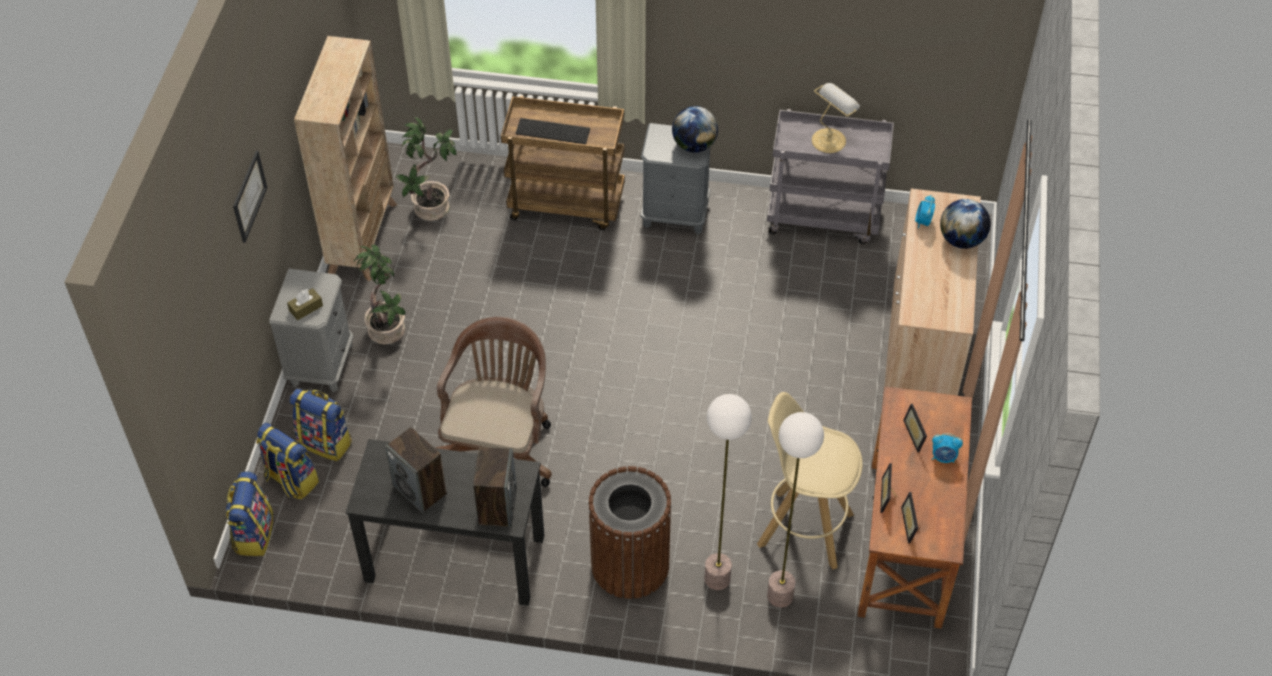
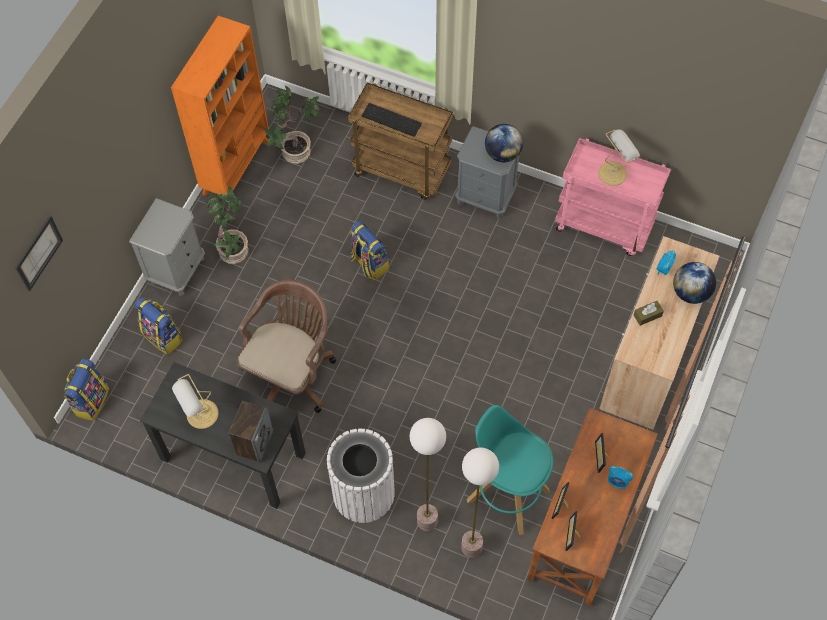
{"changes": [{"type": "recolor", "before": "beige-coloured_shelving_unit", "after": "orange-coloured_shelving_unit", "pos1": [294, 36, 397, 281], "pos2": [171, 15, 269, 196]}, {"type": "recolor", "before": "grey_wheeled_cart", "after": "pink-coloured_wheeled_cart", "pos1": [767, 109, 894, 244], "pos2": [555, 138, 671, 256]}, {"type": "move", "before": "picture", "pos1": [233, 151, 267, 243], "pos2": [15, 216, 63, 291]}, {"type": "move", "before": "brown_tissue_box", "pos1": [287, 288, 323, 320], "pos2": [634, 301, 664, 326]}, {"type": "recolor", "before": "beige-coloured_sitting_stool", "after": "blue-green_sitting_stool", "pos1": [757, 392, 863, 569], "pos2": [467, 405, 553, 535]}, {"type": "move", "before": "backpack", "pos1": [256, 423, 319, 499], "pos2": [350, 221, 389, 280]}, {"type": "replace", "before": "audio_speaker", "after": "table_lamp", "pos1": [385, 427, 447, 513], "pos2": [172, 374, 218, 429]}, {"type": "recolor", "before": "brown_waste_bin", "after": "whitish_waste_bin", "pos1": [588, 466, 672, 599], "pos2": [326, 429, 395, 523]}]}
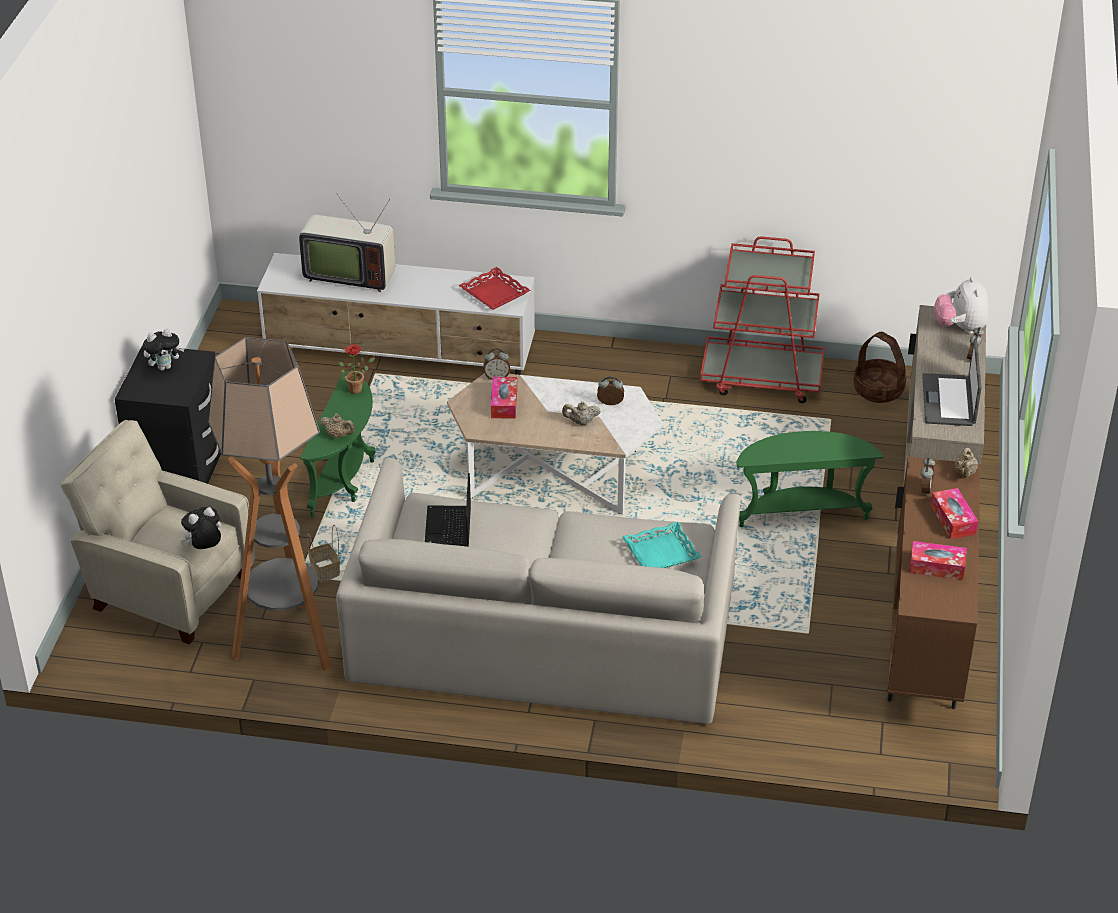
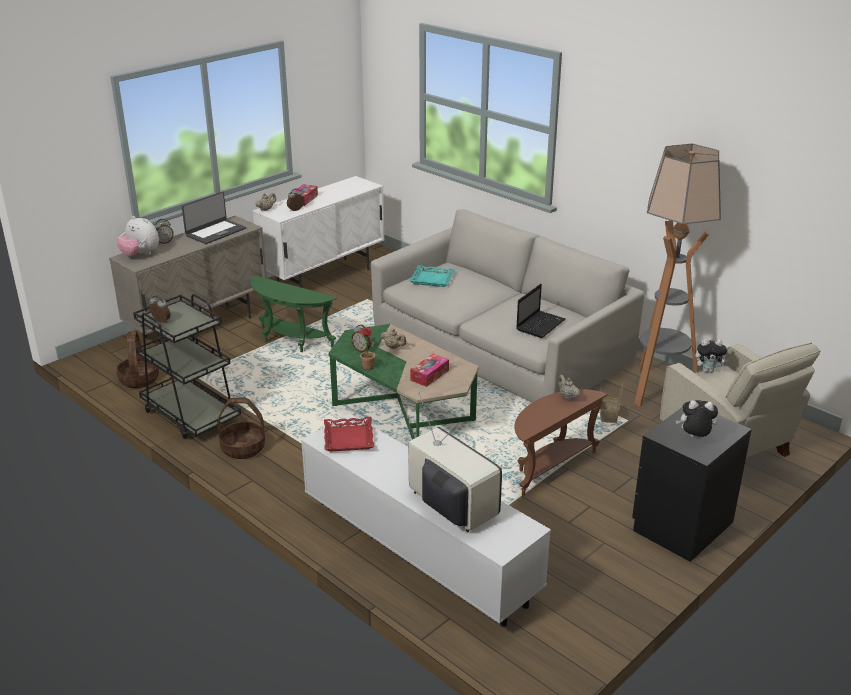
{"changes": [{"type": "recolor", "before": "red_wheeled_cart", "after": "black_wheeled_cart", "pos1": [700, 236, 825, 403], "pos2": [133, 294, 241, 439]}, {"type": "rotate", "before": "plush_toy", "pos1": [934, 277, 989, 334], "pos2": [117, 216, 159, 257], "turn": 90}, {"type": "move", "before": "houseplant", "pos1": [338, 345, 375, 394], "pos2": [351, 328, 376, 370]}, {"type": "move", "before": "alarm_clock", "pos1": [483, 348, 510, 380], "pos2": [149, 295, 171, 323]}, {"type": "recolor", "before": "green_accent_table", "after": "brown_accent_table", "pos1": [300, 371, 376, 518], "pos2": [514, 389, 607, 496]}, {"type": "recolor", "before": "whitish_coffee_table", "after": "green_coffee_table", "pos1": [447, 373, 663, 515], "pos2": [328, 324, 479, 439]}, {"type": "recolor", "before": "brown_storage_cabinet", "after": "whitish_storage_cabinet", "pos1": [887, 457, 980, 709], "pos2": [253, 176, 385, 288]}, {"type": "delete", "before": "tissue_box", "pos1": [909, 541, 967, 580]}, {"type": "insert", "after": "household_basket", "pos2": [217, 397, 265, 459]}]}
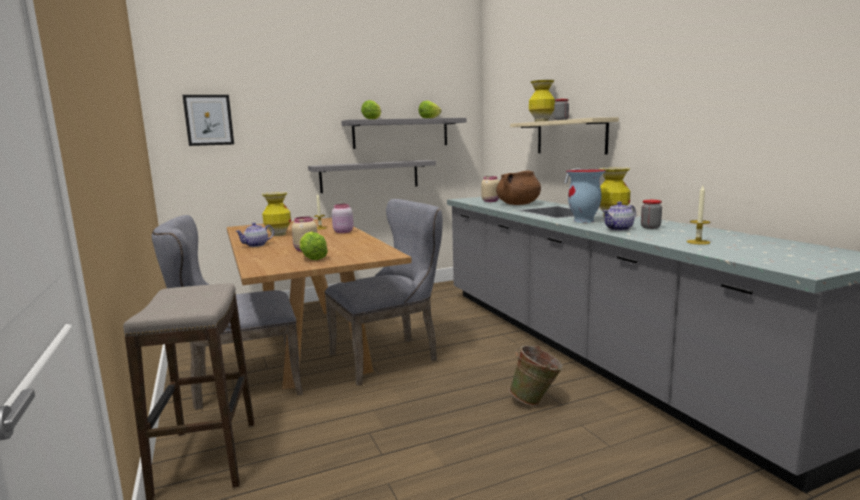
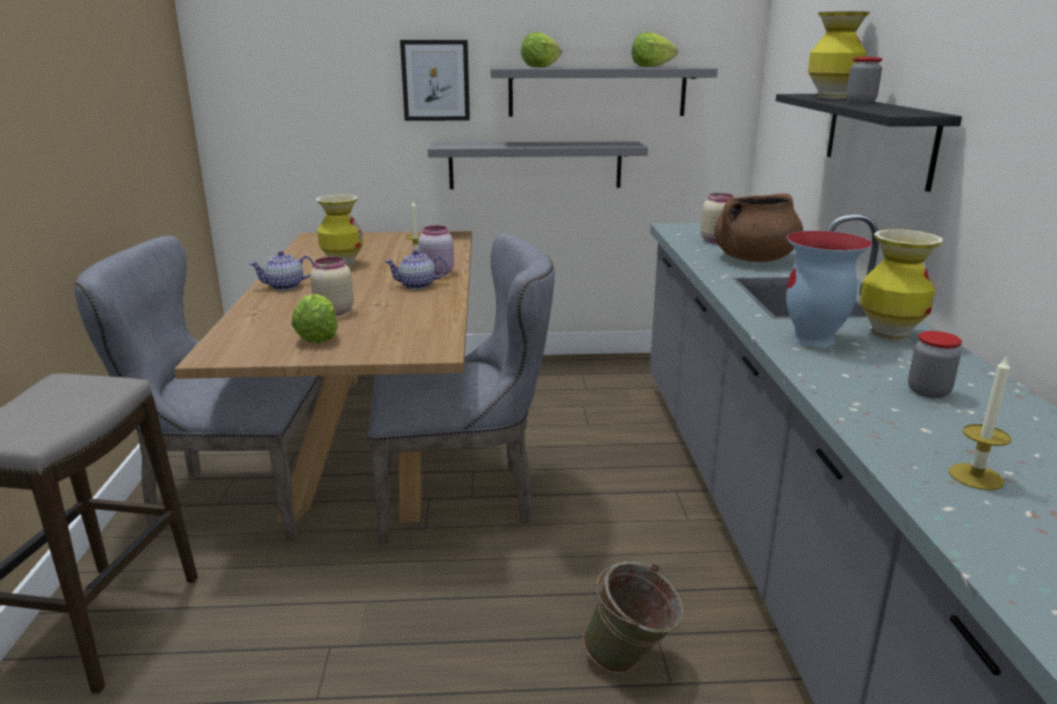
{"changes": [{"type": "move", "before": "picture", "pos1": [182, 95, 234, 146], "pos2": [400, 40, 470, 121]}, {"type": "recolor", "before": "beige-coloured_bracket_shelf", "after": "black_bracket_shelf", "pos1": [510, 117, 619, 155], "pos2": [776, 94, 962, 192]}, {"type": "move", "before": "pot_for_tea", "pos1": [603, 201, 636, 231], "pos2": [385, 250, 448, 289]}]}
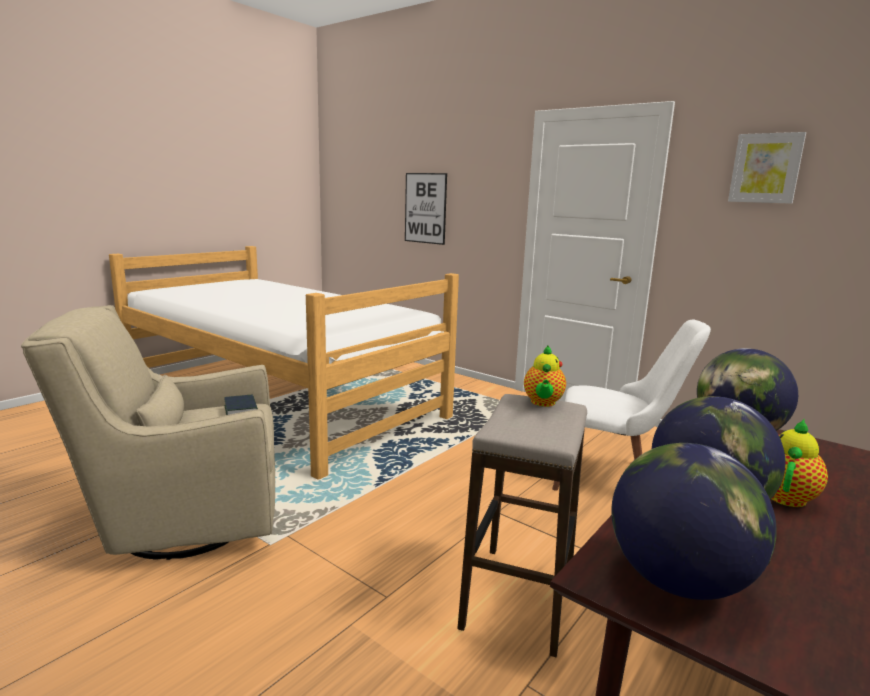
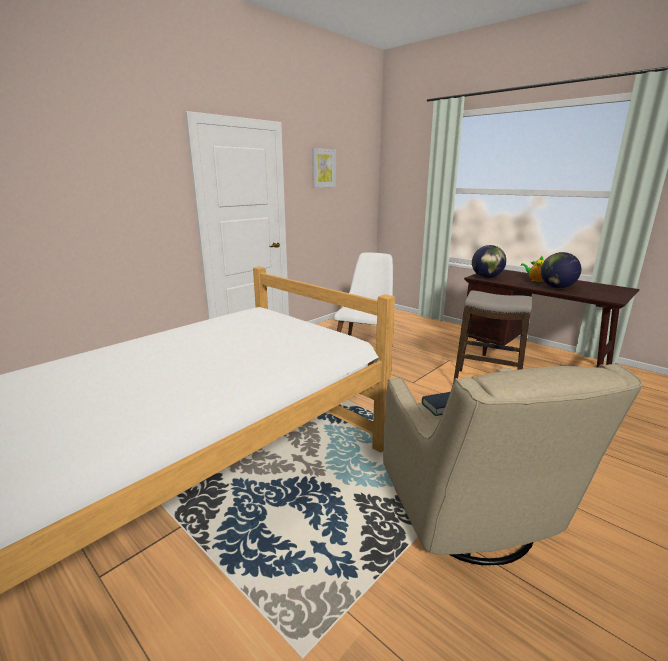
{"changes": [{"type": "delete", "before": "picture", "pos1": [405, 173, 447, 245]}, {"type": "delete", "before": "pot_for_tea", "pos1": [524, 346, 566, 407]}, {"type": "delete", "before": "world_globe", "pos1": [611, 443, 777, 600]}]}
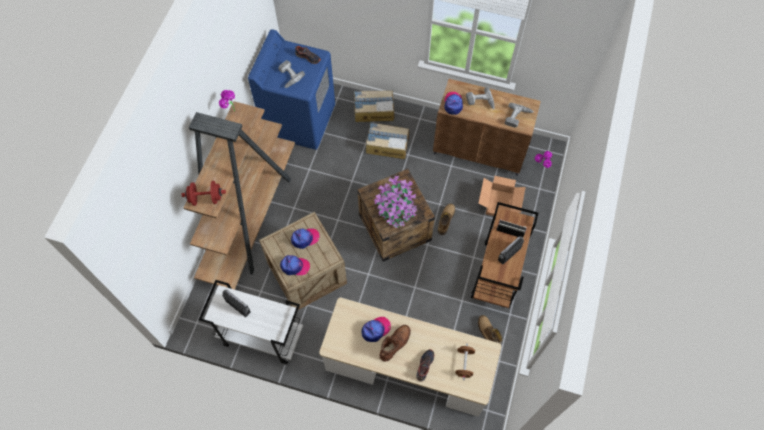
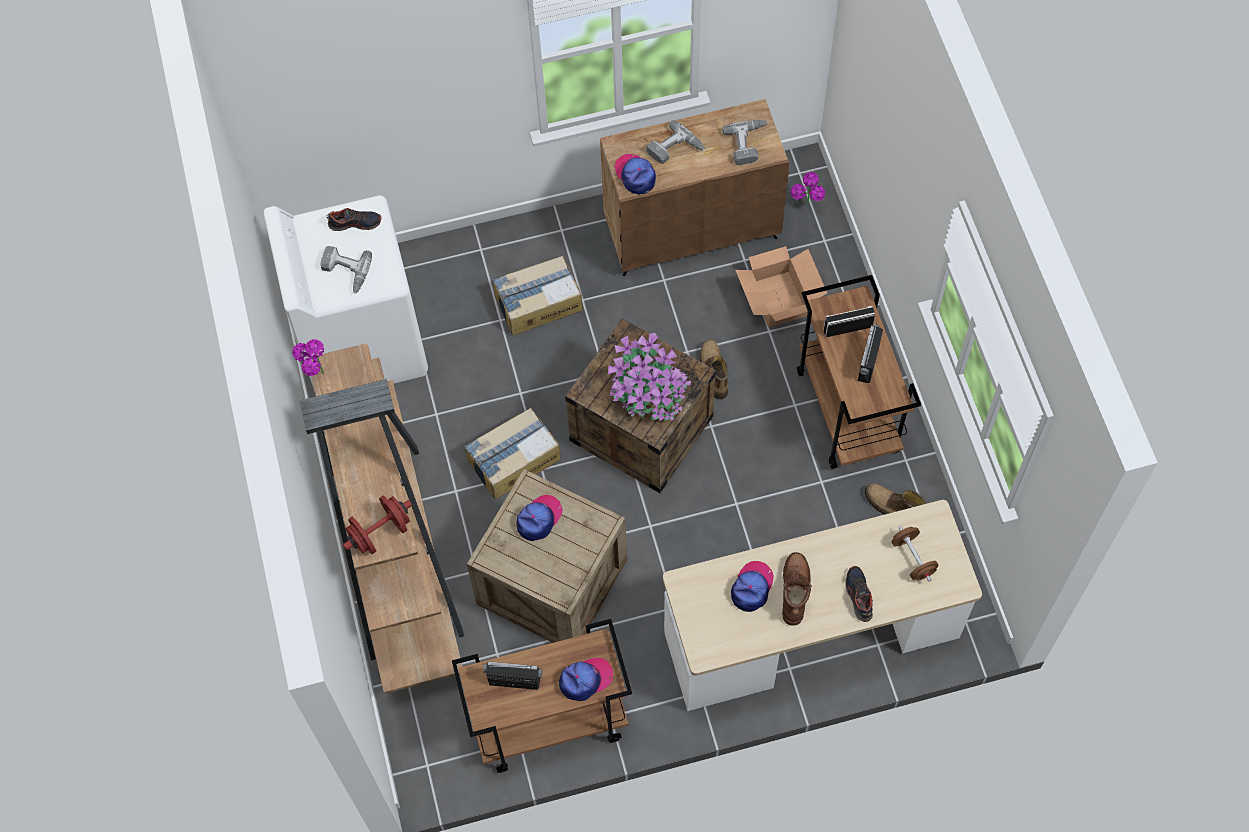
{"changes": [{"type": "recolor", "before": "blue-coloured_laundry_appliance", "after": "whitish_laundry_appliance", "pos1": [248, 29, 335, 150], "pos2": [264, 195, 428, 395]}, {"type": "move", "before": "packing_box", "pos1": [354, 91, 394, 122], "pos2": [464, 408, 561, 500]}, {"type": "move", "before": "cap", "pos1": [280, 255, 310, 276], "pos2": [559, 657, 613, 701]}, {"type": "recolor", "before": "whitish_wheeled_cart", "after": "brown_wheeled_cart", "pos1": [199, 280, 303, 364], "pos2": [452, 619, 632, 773]}]}
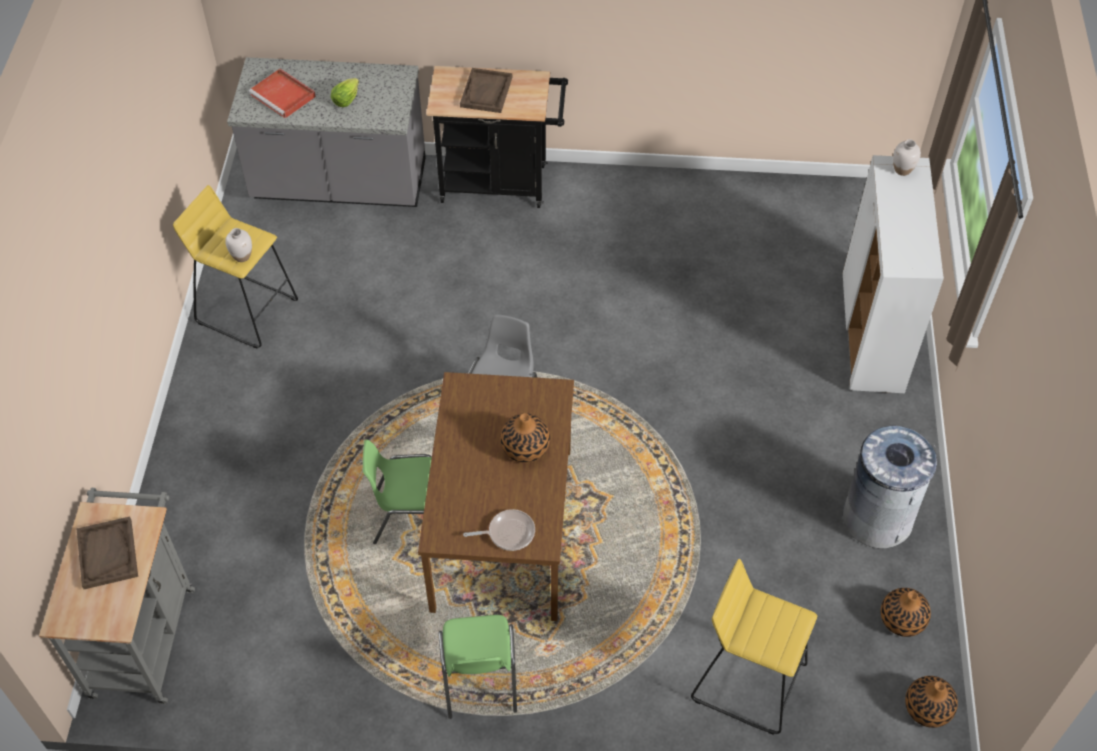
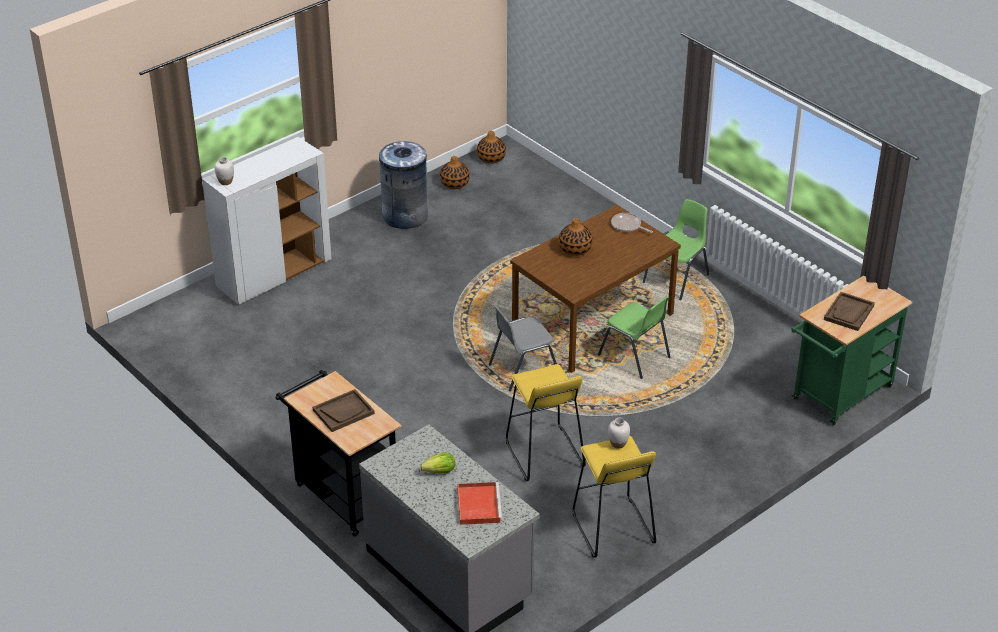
{"changes": [{"type": "recolor", "before": "grey_wheeled_cart", "after": "green_wheeled_cart", "pos1": [39, 488, 195, 704], "pos2": [791, 276, 912, 425]}, {"type": "move", "before": "yellow-coloured_sitting_stool", "pos1": [691, 559, 817, 735], "pos2": [506, 364, 586, 481]}]}
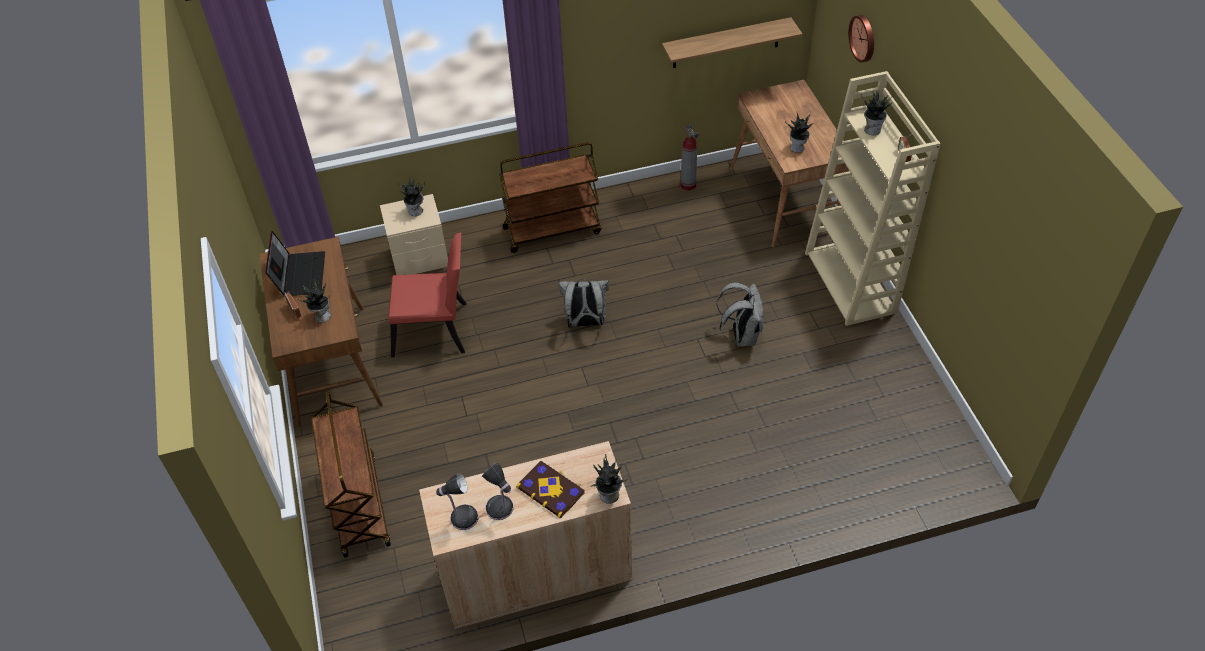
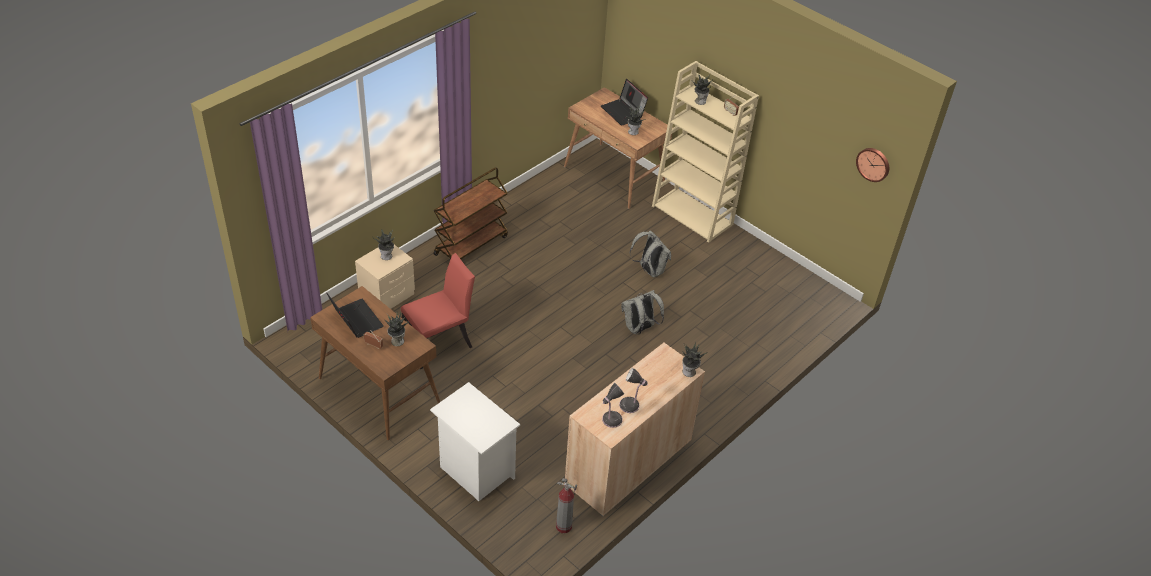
{"changes": [{"type": "move", "before": "clock_on_the_wall", "pos1": [849, 15, 874, 63], "pos2": [856, 148, 889, 182]}, {"type": "delete", "before": "bracket_shelf", "pos1": [662, 17, 802, 68]}, {"type": "move", "before": "extinguisher", "pos1": [680, 124, 699, 190], "pos2": [556, 478, 577, 533]}, {"type": "move", "before": "grey_backpack", "pos1": [559, 278, 609, 328], "pos2": [621, 290, 664, 335]}, {"type": "replace", "before": "brown_wheeled_cart", "after": "whitish_night_table", "pos1": [311, 390, 391, 558], "pos2": [430, 382, 520, 501]}, {"type": "delete", "before": "volume", "pos1": [516, 461, 585, 519]}, {"type": "insert", "after": "notebook_computer", "pos2": [601, 79, 648, 126]}]}
